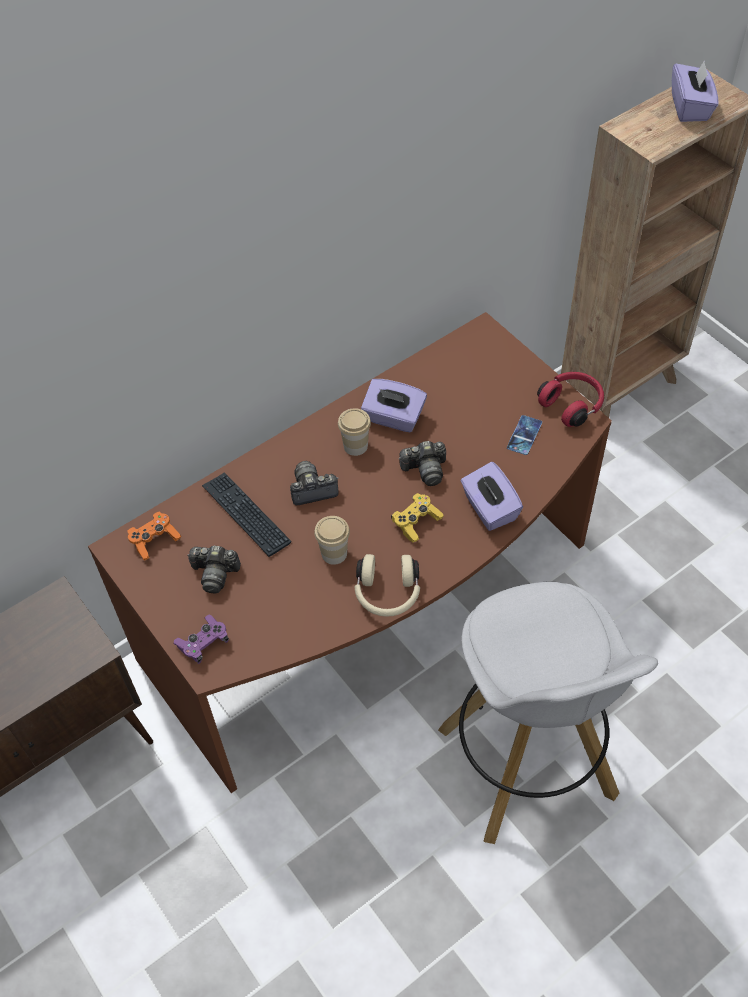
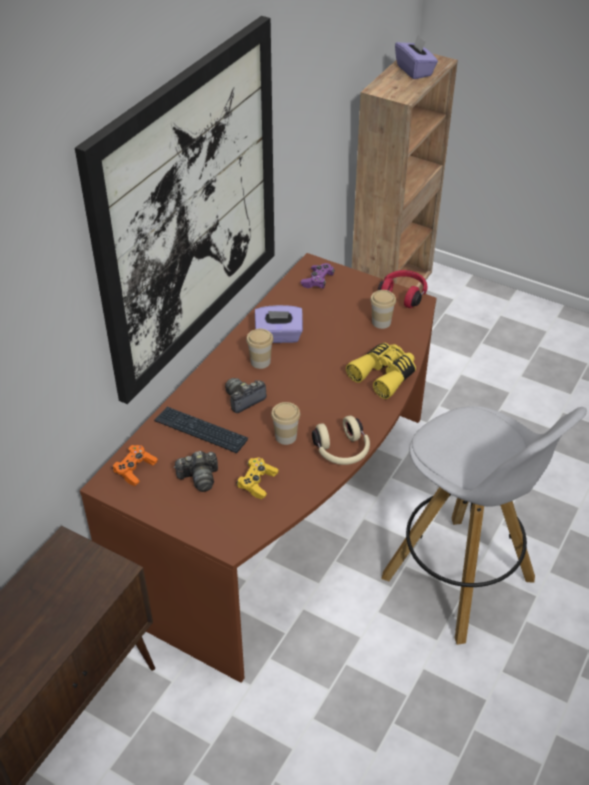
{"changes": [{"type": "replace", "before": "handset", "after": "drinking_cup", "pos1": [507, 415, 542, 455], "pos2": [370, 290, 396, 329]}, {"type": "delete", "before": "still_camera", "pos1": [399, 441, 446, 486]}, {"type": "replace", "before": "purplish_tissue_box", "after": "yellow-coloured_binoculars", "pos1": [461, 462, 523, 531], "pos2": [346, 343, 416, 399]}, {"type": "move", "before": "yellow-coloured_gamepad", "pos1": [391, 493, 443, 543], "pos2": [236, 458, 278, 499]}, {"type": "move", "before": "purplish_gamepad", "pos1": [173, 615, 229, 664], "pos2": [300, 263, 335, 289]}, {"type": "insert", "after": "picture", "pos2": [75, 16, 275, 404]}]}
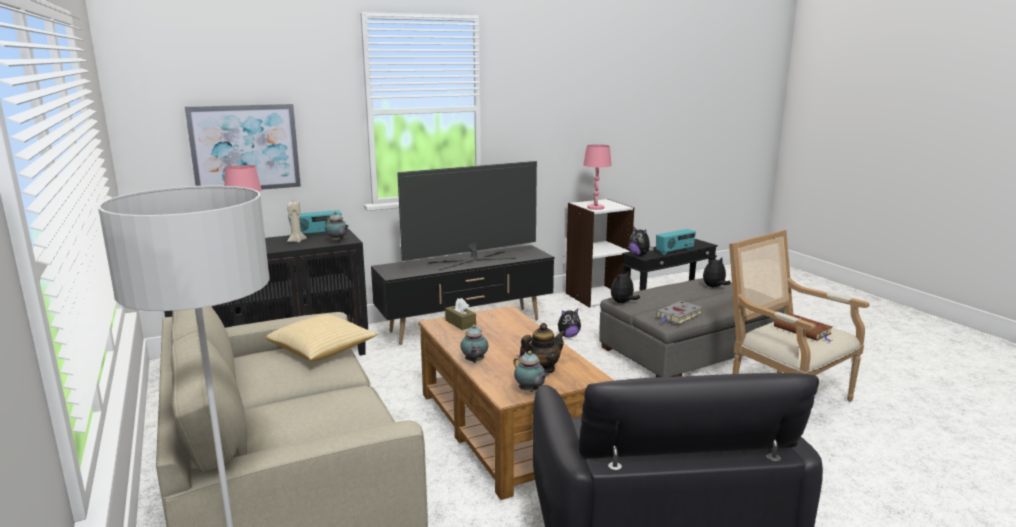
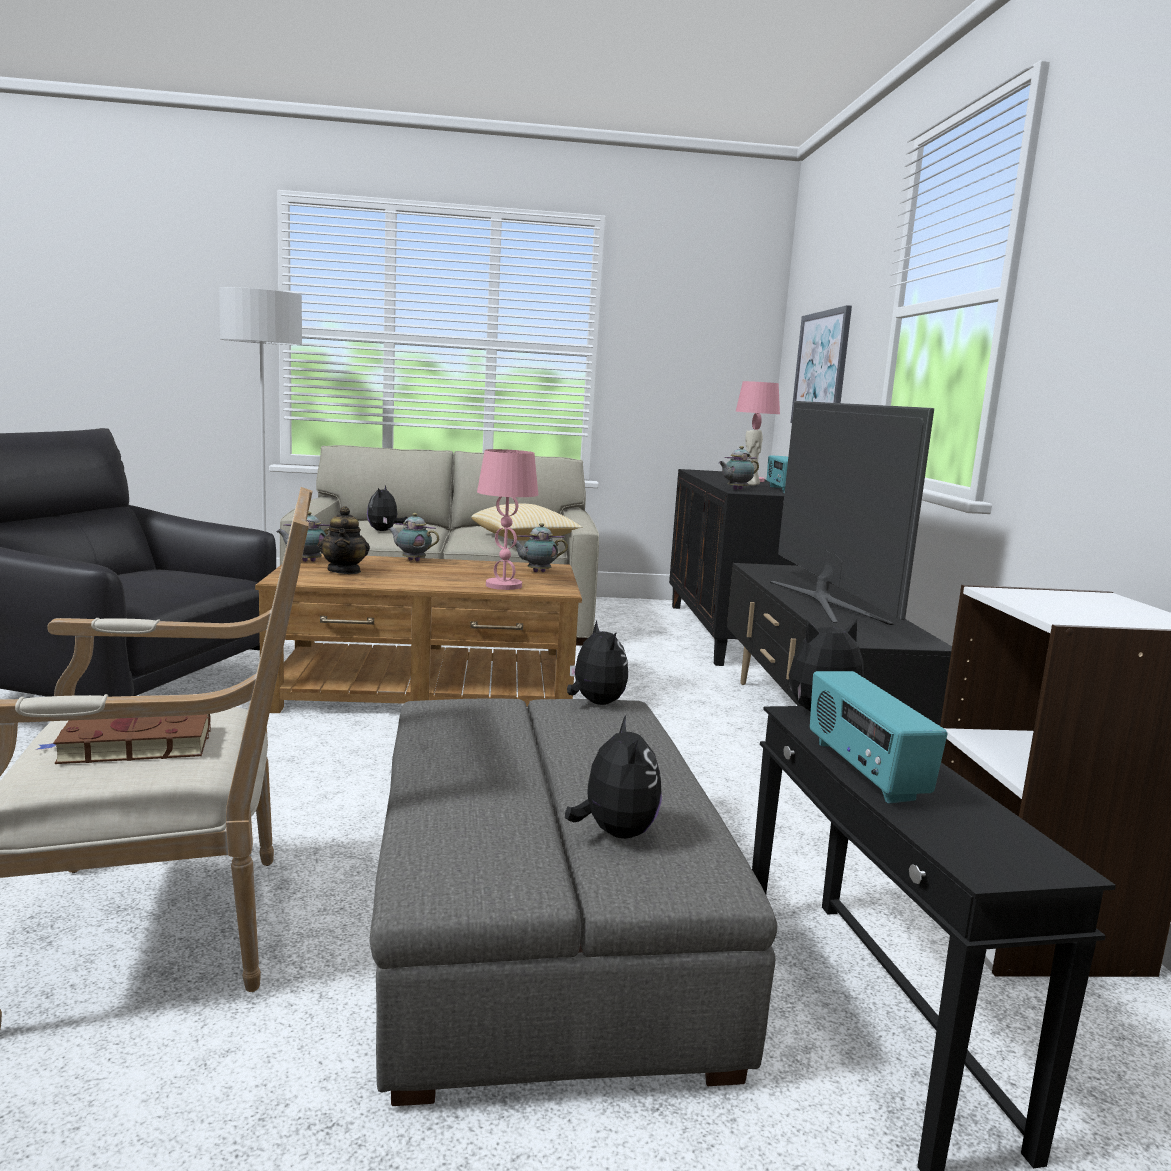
{"changes": [{"type": "move", "before": "pink-coloured_table_lamp", "pos1": [583, 144, 612, 210], "pos2": [477, 449, 538, 590]}, {"type": "replace", "before": "brown_tissue_box", "after": "pot_for_tea", "pos1": [445, 298, 476, 330], "pos2": [510, 523, 568, 572]}, {"type": "delete", "before": "grey_volume", "pos1": [656, 301, 703, 324]}, {"type": "move", "before": "plush_toy", "pos1": [558, 309, 581, 338], "pos2": [367, 485, 407, 531]}]}
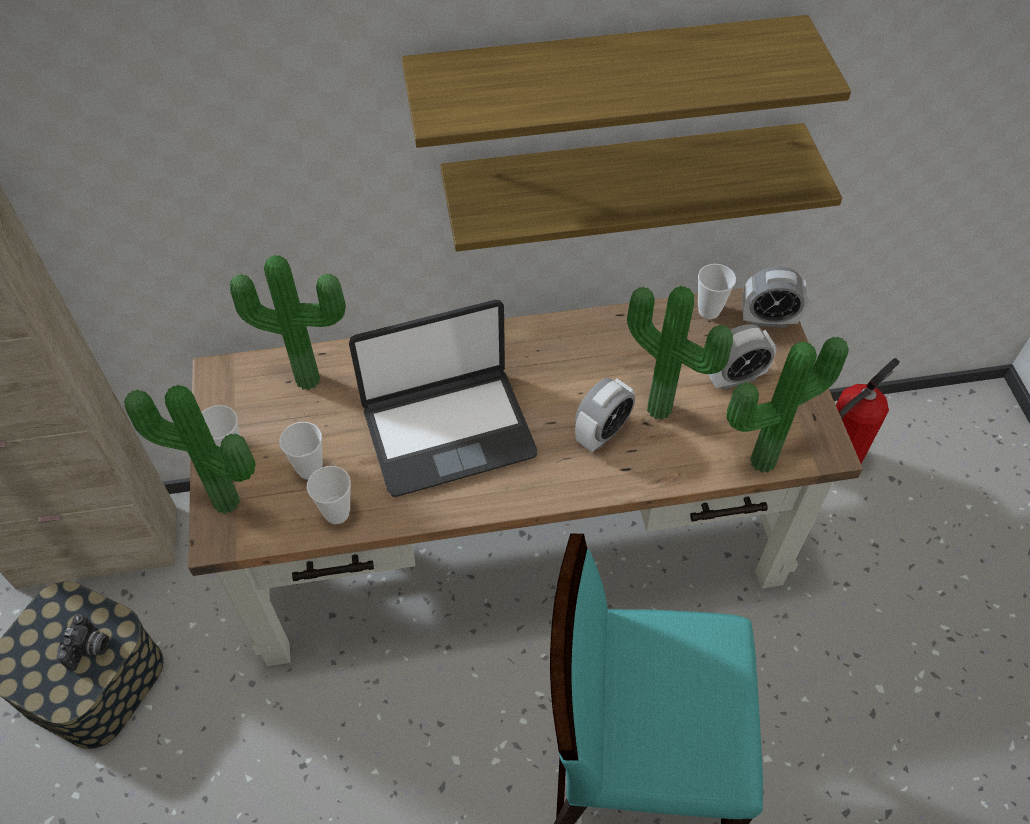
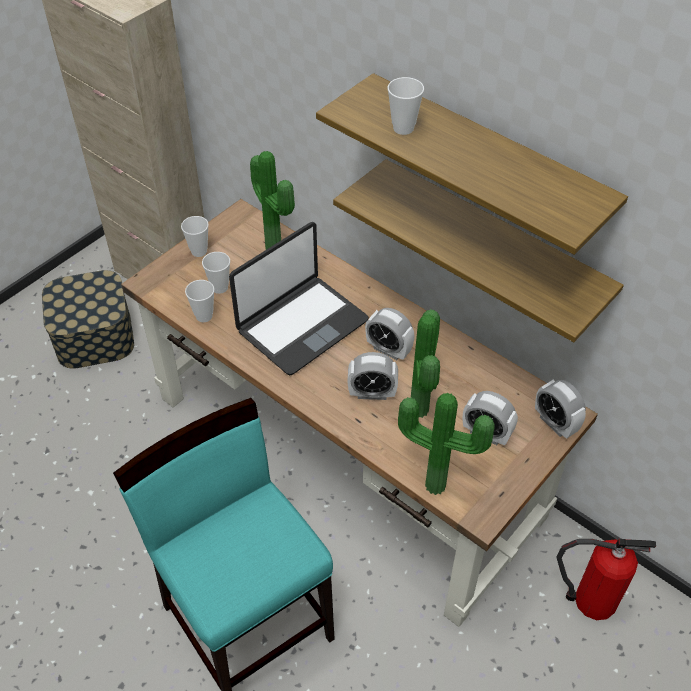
{"changes": [{"type": "move", "before": "drinking_cup", "pos1": [698, 264, 736, 319], "pos2": [388, 77, 424, 135]}, {"type": "rotate", "before": "notebook_computer", "pos1": [349, 300, 537, 497], "pos2": [229, 222, 369, 375], "turn": -75}, {"type": "delete", "before": "houseplant", "pos1": [124, 385, 255, 514]}, {"type": "delete", "before": "still_camera", "pos1": [57, 614, 110, 671]}, {"type": "insert", "after": "alarm_clock", "pos2": [365, 308, 415, 360]}]}
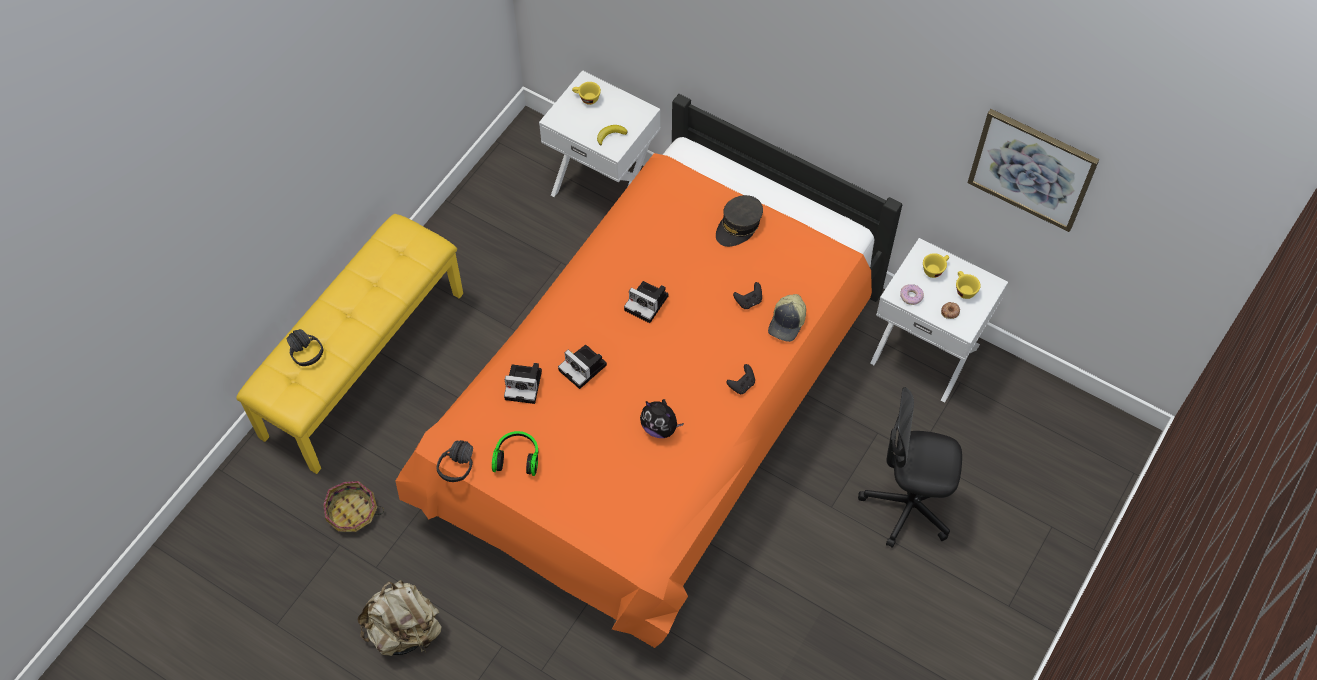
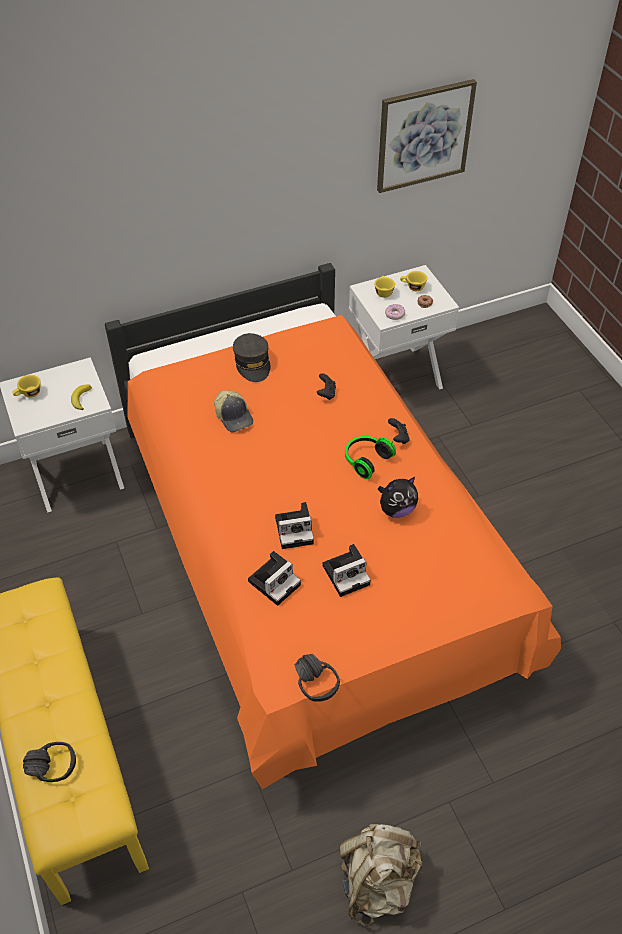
{"changes": [{"type": "move", "before": "still_camera", "pos1": [624, 281, 669, 323], "pos2": [322, 544, 371, 597]}, {"type": "move", "before": "cap", "pos1": [768, 294, 806, 342], "pos2": [214, 390, 253, 432]}, {"type": "delete", "before": "black_desk_chair", "pos1": [858, 387, 962, 548]}, {"type": "move", "before": "pair_of_headphones", "pos1": [492, 431, 538, 476], "pos2": [345, 436, 396, 479]}, {"type": "delete", "before": "household_basket", "pos1": [323, 481, 384, 532]}]}
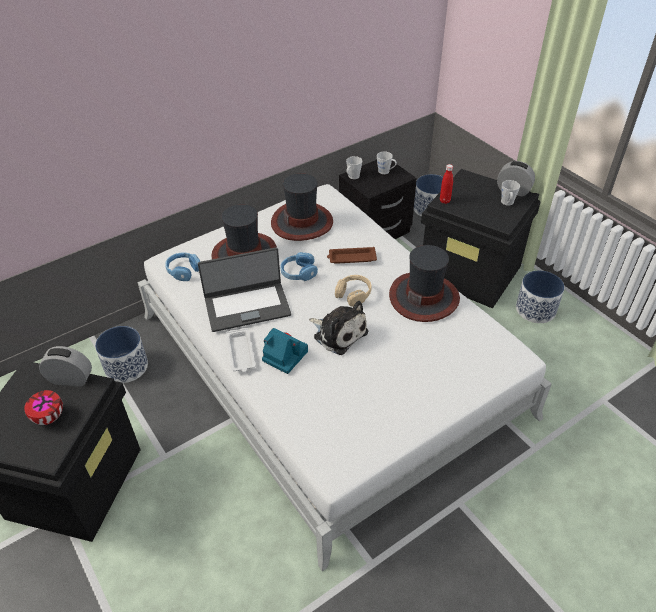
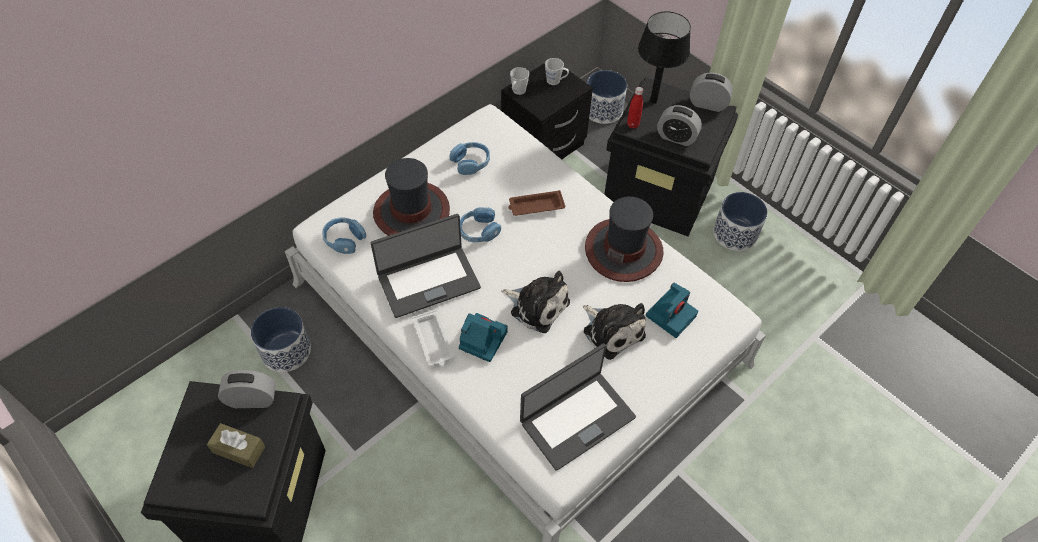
{"changes": [{"type": "replace", "before": "hat", "after": "blue-coloured_pair_of_headphones", "pos1": [271, 173, 333, 241], "pos2": [449, 142, 490, 175]}, {"type": "delete", "before": "grey_mug", "pos1": [501, 180, 520, 205]}, {"type": "delete", "before": "beige-coloured_pair_of_headphones", "pos1": [335, 275, 372, 307]}, {"type": "replace", "before": "deep_dish", "after": "brown_tissue_box", "pos1": [24, 390, 63, 425], "pos2": [207, 423, 265, 468]}, {"type": "insert", "after": "black_table_lamp", "pos2": [638, 11, 691, 104]}, {"type": "insert", "after": "alarm_clock", "pos2": [657, 105, 702, 146]}, {"type": "insert", "after": "still_camera", "pos2": [646, 283, 698, 338]}, {"type": "insert", "after": "plush_toy", "pos2": [583, 303, 646, 360]}, {"type": "insert", "after": "notebook_computer", "pos2": [520, 343, 636, 471]}]}
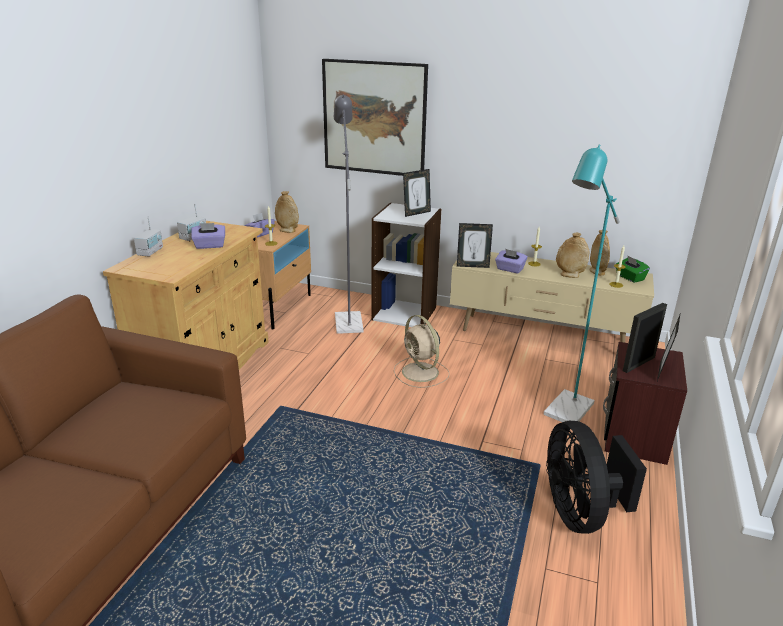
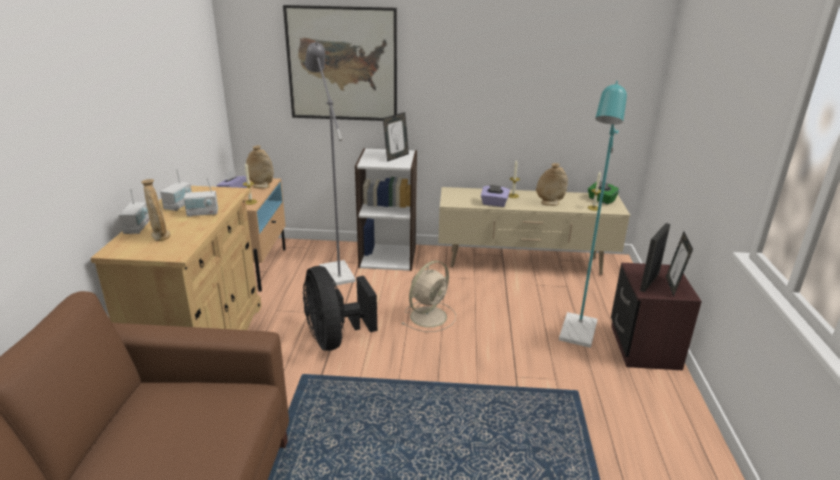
{"changes": [{"type": "replace", "before": "purplish_tissue_box", "after": "radio_set", "pos1": [191, 223, 225, 249], "pos2": [184, 178, 218, 217]}, {"type": "delete", "before": "standing_frame", "pos1": [457, 223, 493, 268]}, {"type": "move", "before": "beige-coloured_flower_vase", "pos1": [589, 230, 610, 275], "pos2": [141, 179, 170, 241]}, {"type": "rotate", "before": "beige-coloured_electric_fan", "pos1": [394, 315, 449, 388], "pos2": [402, 261, 456, 332], "turn": -90}, {"type": "move", "before": "black_electric_fan", "pos1": [546, 421, 647, 534], "pos2": [303, 266, 377, 351]}]}
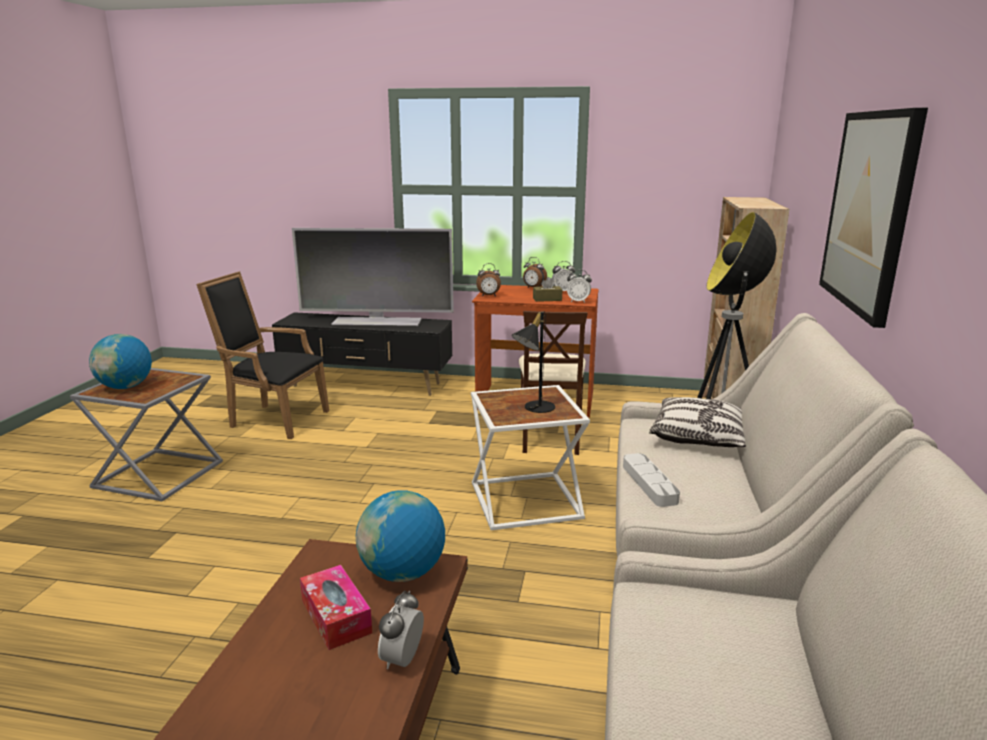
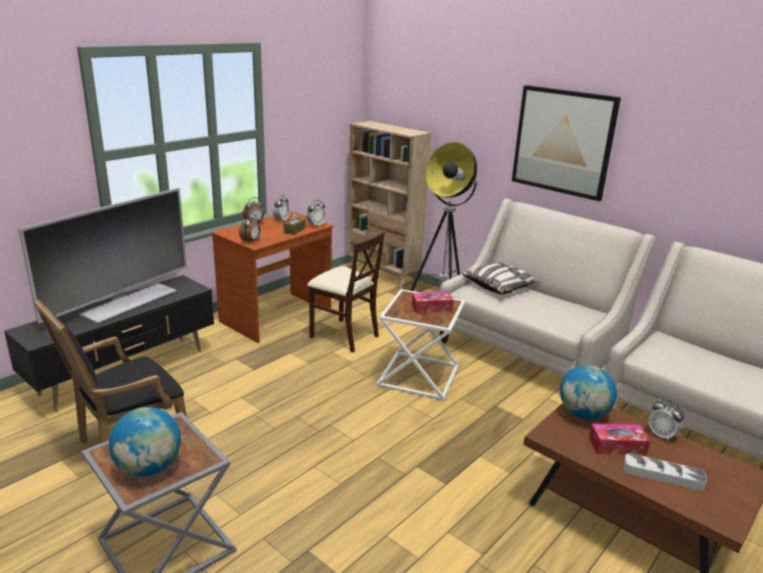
{"changes": [{"type": "replace", "before": "black_table_lamp", "after": "tissue_box", "pos1": [512, 311, 555, 413], "pos2": [412, 292, 453, 313]}, {"type": "move", "before": "grey_carrying_tray", "pos1": [623, 453, 680, 507], "pos2": [623, 453, 707, 491]}]}
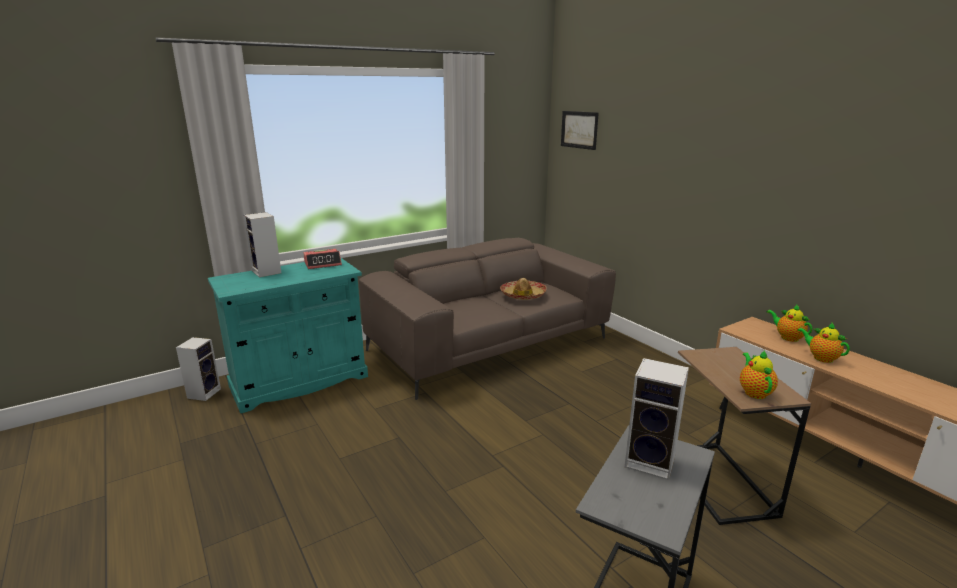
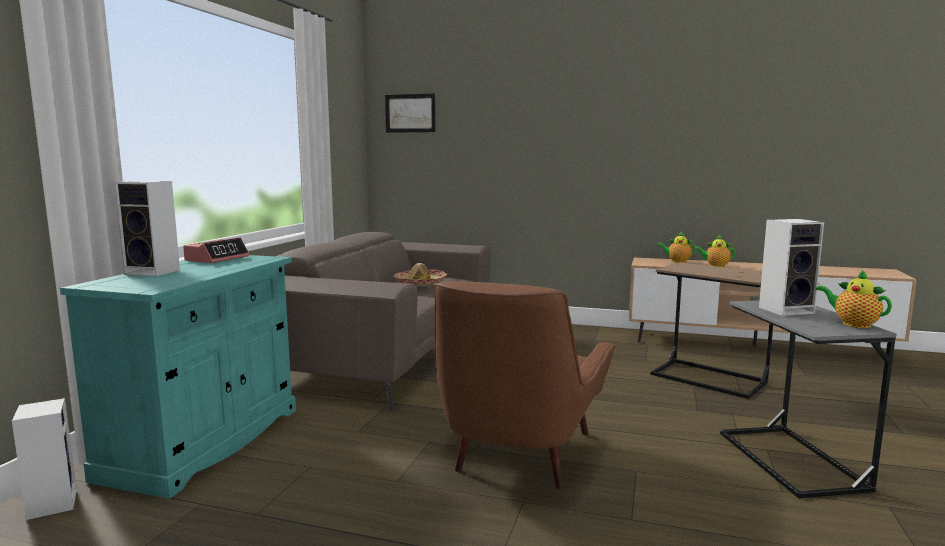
{"changes": [{"type": "move", "before": "pot_for_tea", "pos1": [740, 351, 778, 399], "pos2": [816, 270, 892, 328]}, {"type": "insert", "after": "brown_armchair", "pos2": [434, 282, 615, 488]}]}
